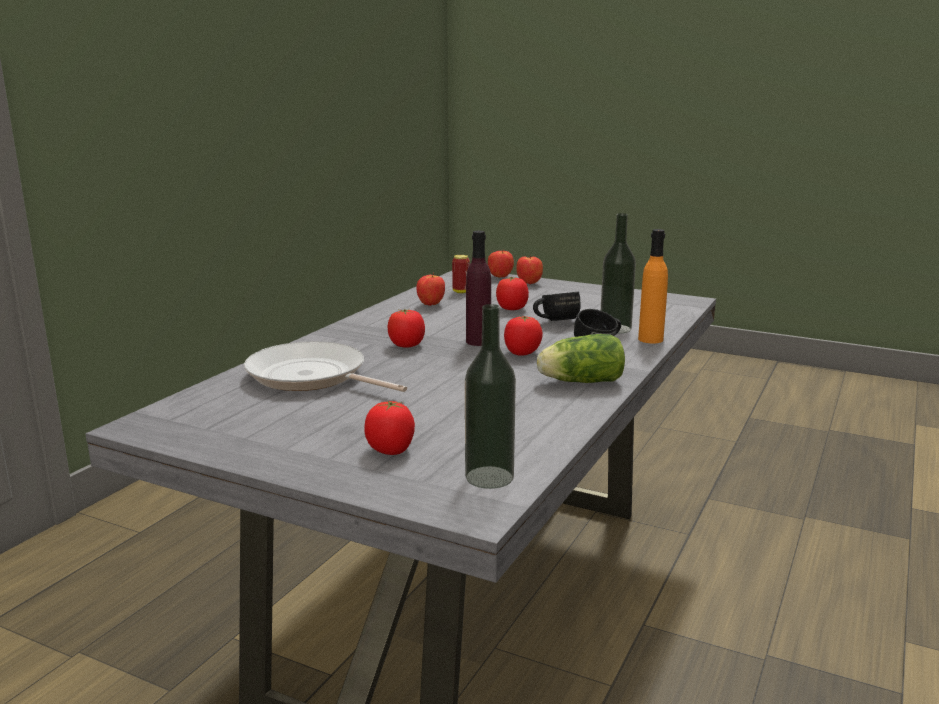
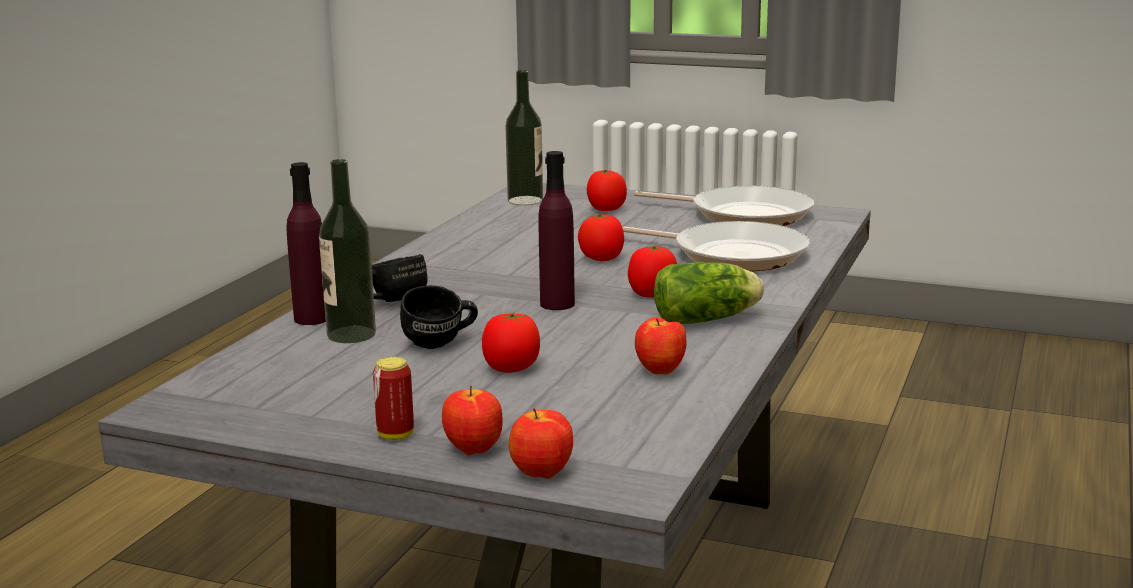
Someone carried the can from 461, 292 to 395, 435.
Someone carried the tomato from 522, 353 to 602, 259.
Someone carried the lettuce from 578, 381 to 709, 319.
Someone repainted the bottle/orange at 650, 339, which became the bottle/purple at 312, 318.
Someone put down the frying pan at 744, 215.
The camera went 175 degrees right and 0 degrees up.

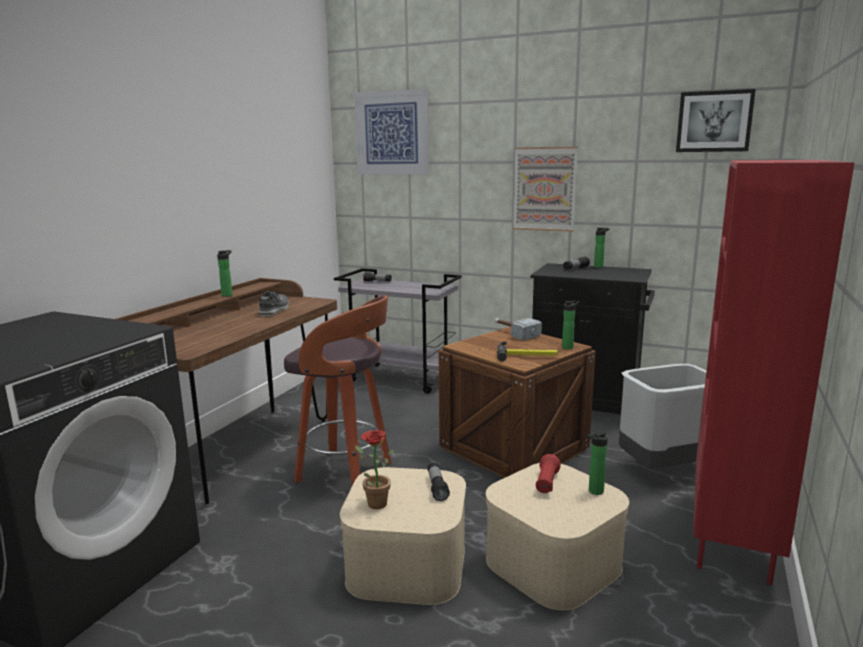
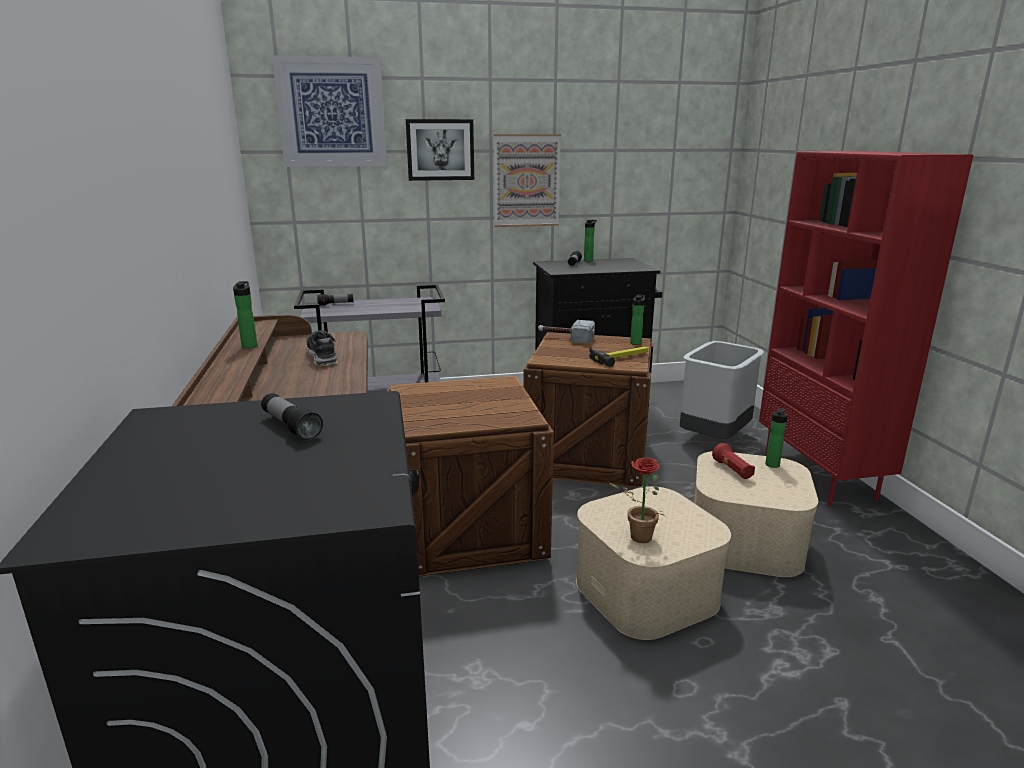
Someone swapped the stool at 346, 473 for the crate at 467, 530.
Someone carried the flashlight from 437, 487 to 291, 427.
Someone carried the picture from 714, 121 to 440, 150.
The camera went 35 degrees left and 5 degrees up.

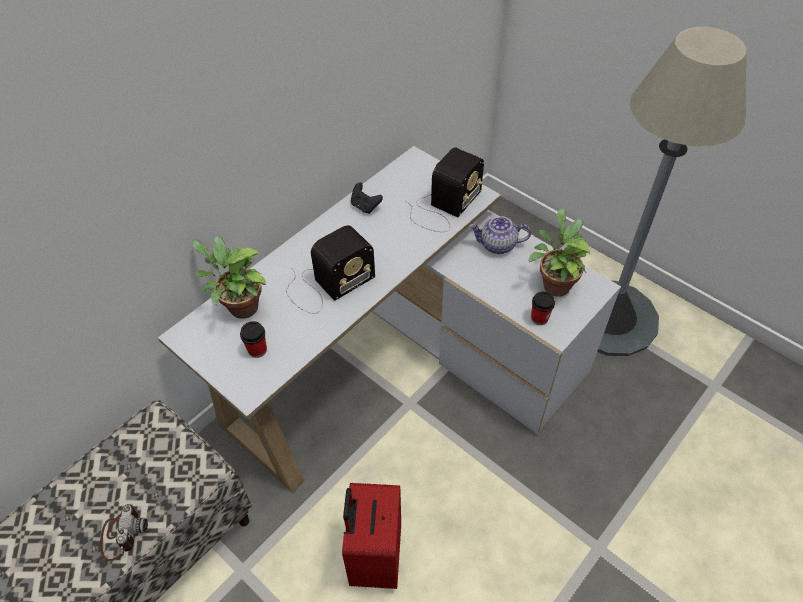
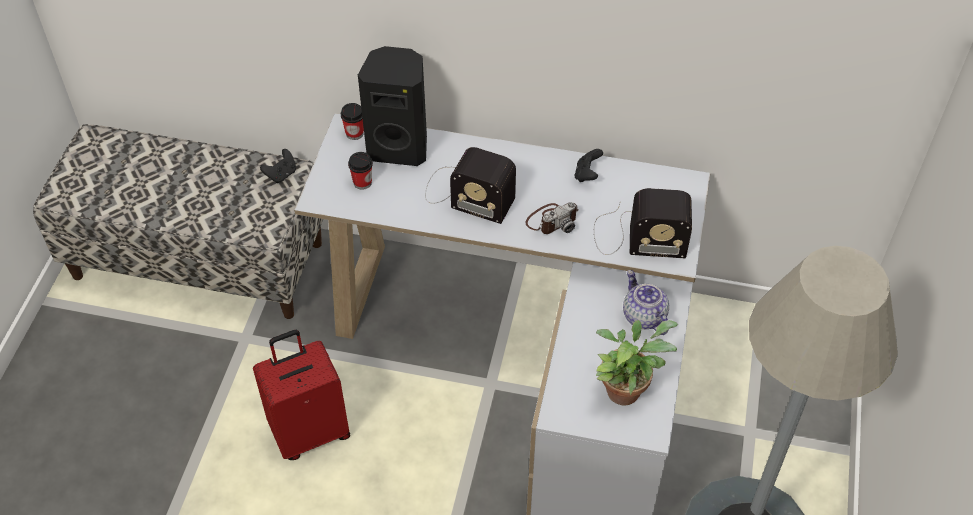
Someone carried the photo camera from 122, 534 to 552, 220.
Someone swapped the potted plant at 239, 307 for the speaker/black at 399, 147.
Someone carried the cup from 539, 318 to 354, 133.
Someone put down the game controller/black at 281, 174.
The camera went 60 degrees right and 0 degrees up.

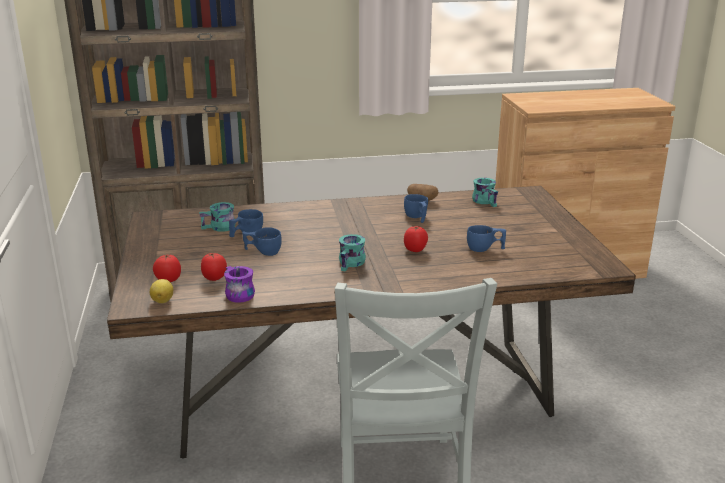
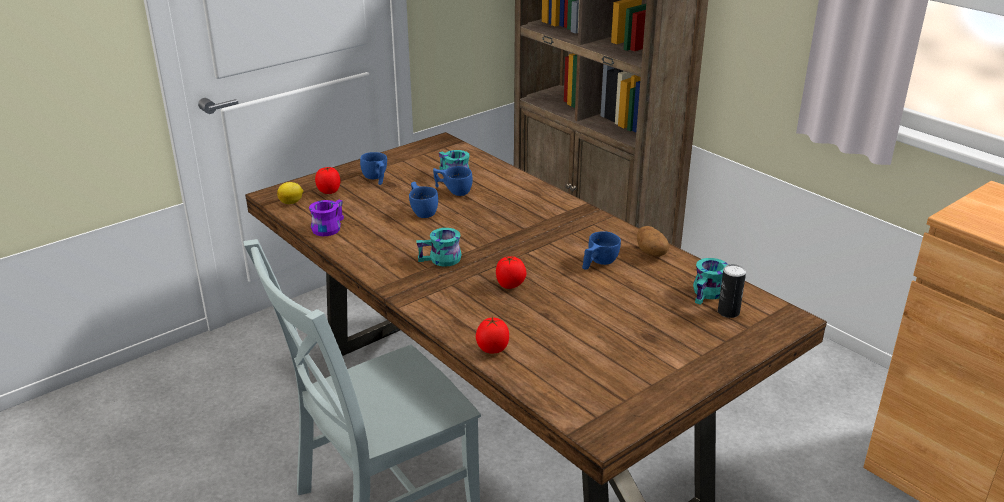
Someone carried the tomato from 214, 279 to 492, 350.
Someone carried the cup/blue from 485, 249 to 376, 179.
Someone put down the can at 728, 312.
The camera went 60 degrees right and 5 degrees up.

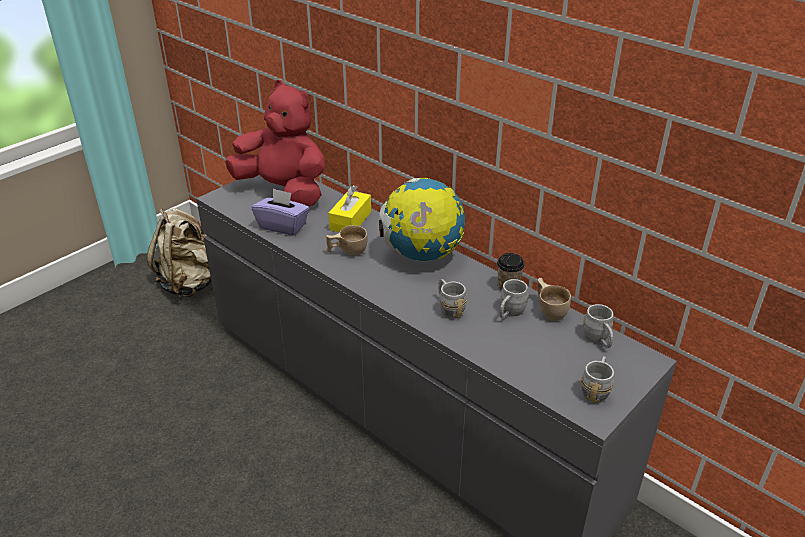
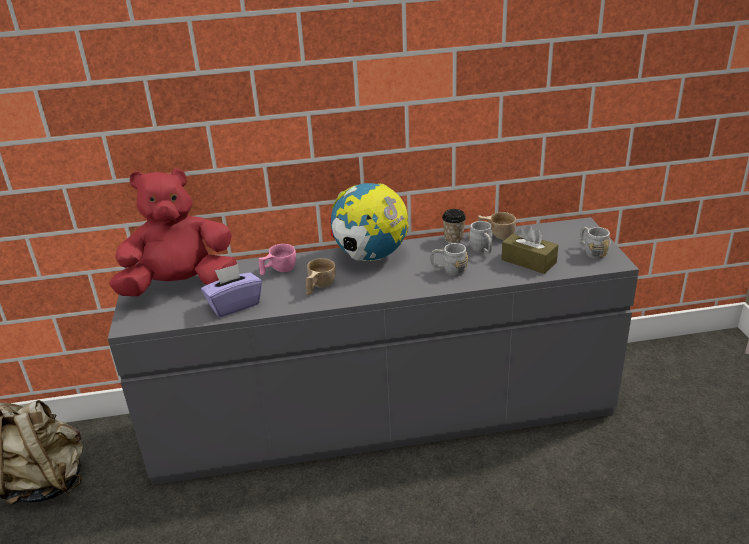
Someone swapped the tissue box/yellow at 350, 221 for the cup/pink at 278, 270.
Someone took away the mug/grey at 598, 340.
Someone put down the tissue box/brown at 528, 261.
The camera went 50 degrees left and 5 degrees down.

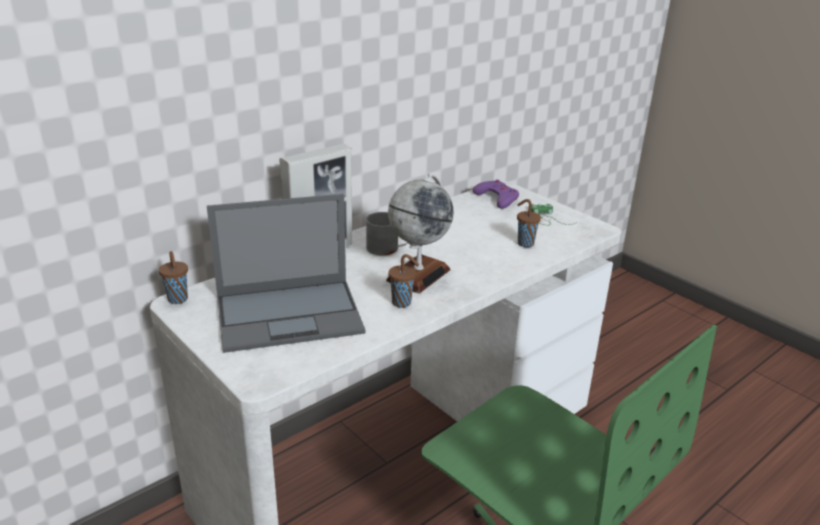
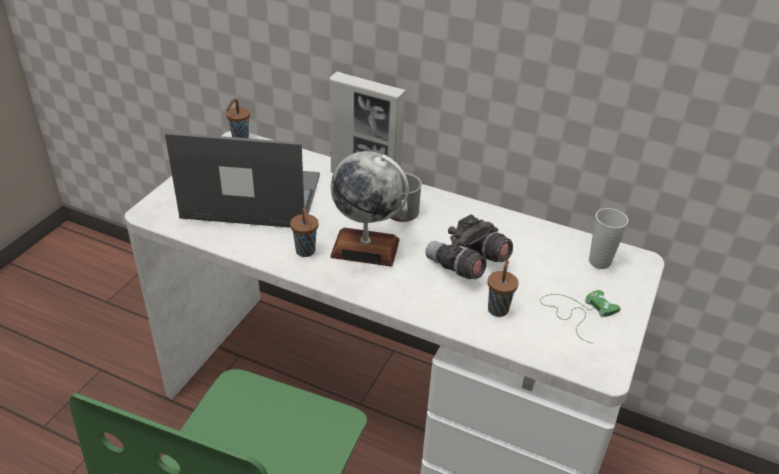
Someone rotated the laptop at 290, 314 by 135 degrees clockwise.
Someone swapped the game controller/purple at 497, 198 for the cup at 599, 262.
Someone put down the binoculars/grey at 466, 265.
The camera went 65 degrees right and 10 degrees up.

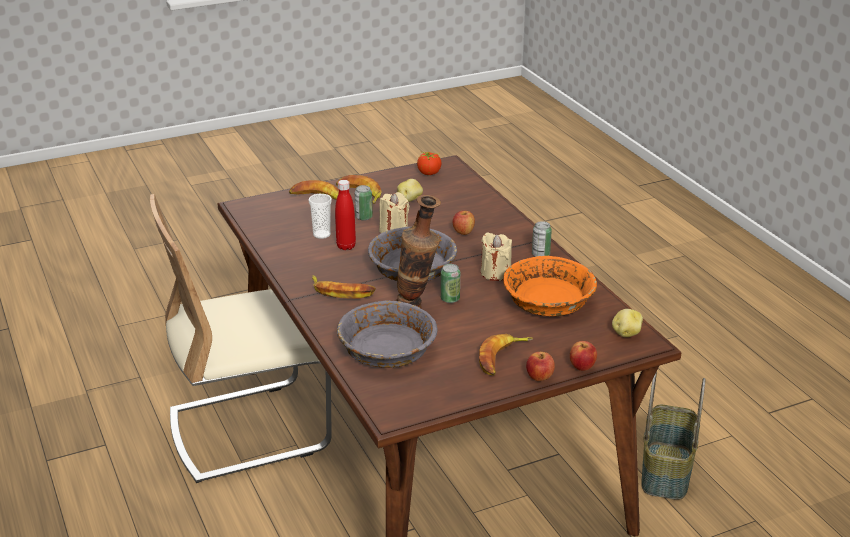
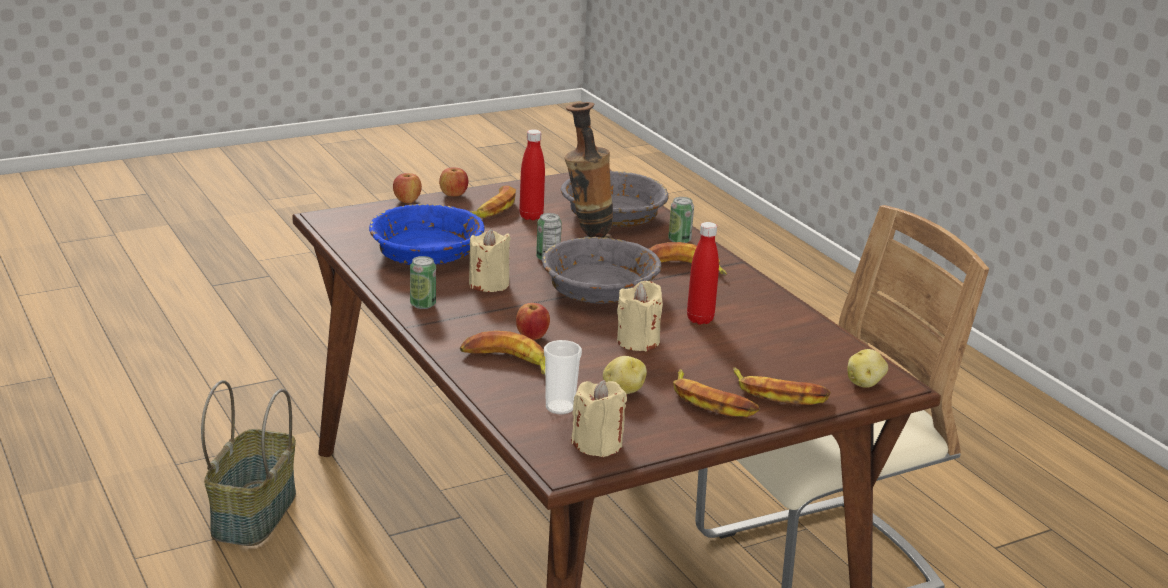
Someone carried the cup from 321, 234 to 560, 407.
Someone carried the can from 364, 217 to 679, 240.
Someone swapped the tomato at 429, 173 for the candle/beige at 597, 444.
Someone repainted the bowl/orange at 548, 301, which became the bowl/blue at 426, 254.
Someone carried the potato from 626, 333 to 865, 383.
Someone put down the banana at 506, 362.
Someone put down the bottle/red at 531, 216.
The camera went 175 degrees right and 5 degrees down.

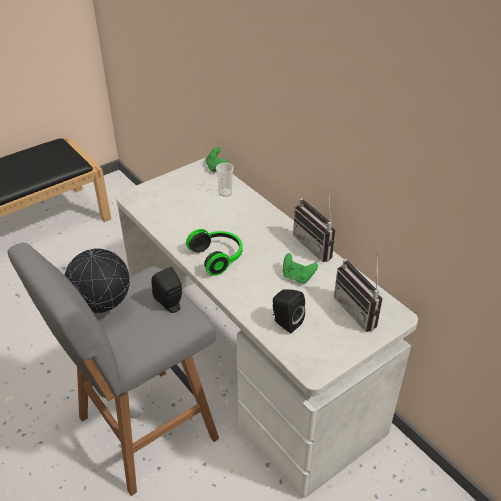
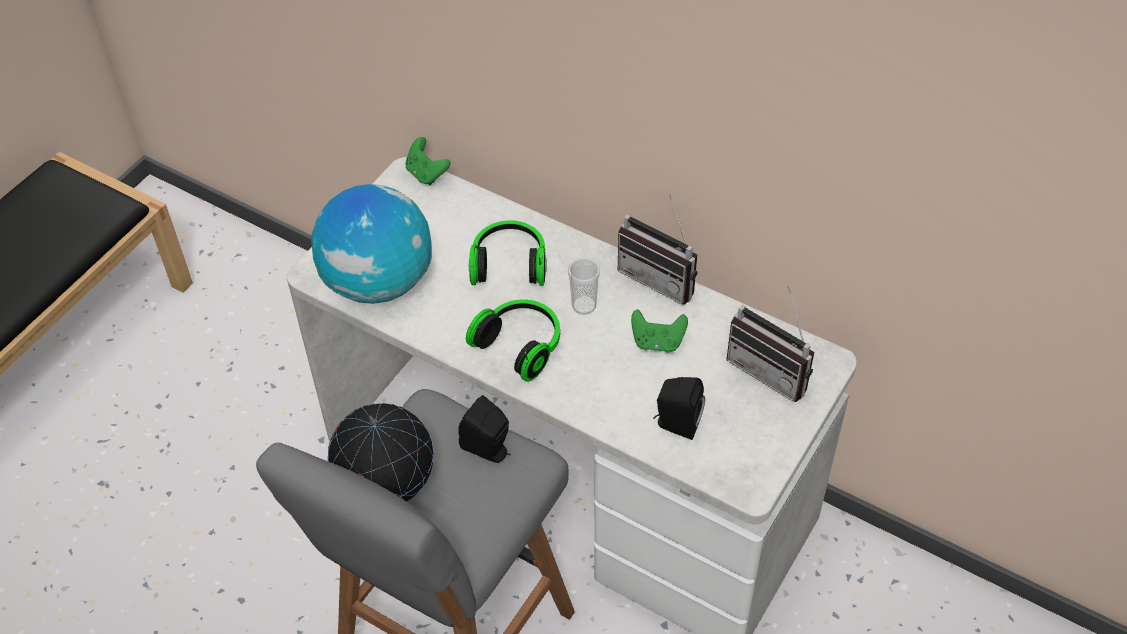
Someone carried the cup from 225, 192 to 584, 305.
Someone put down the globe at 379, 282.
Someone put down the headphones at 509, 264.
The camera went 20 degrees left and 10 degrees up.

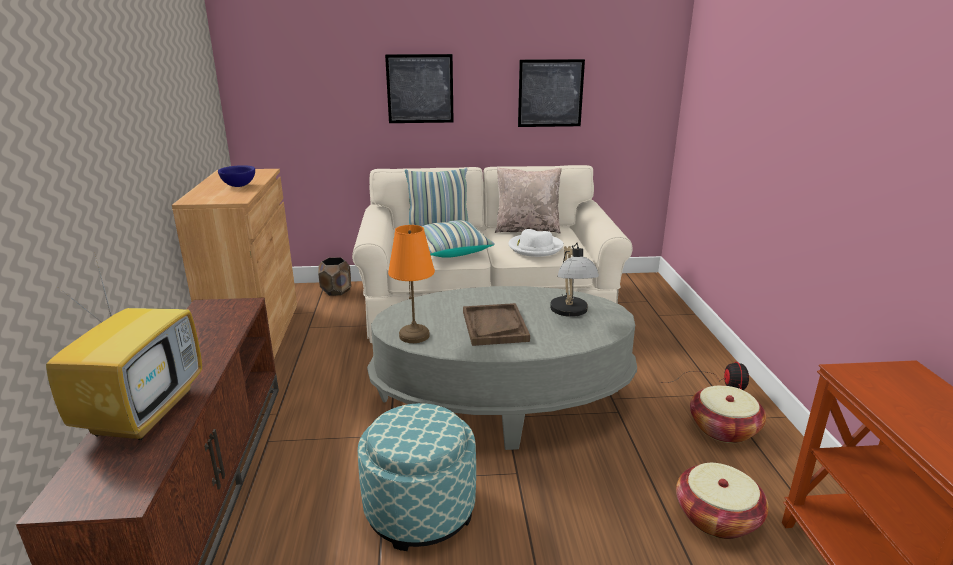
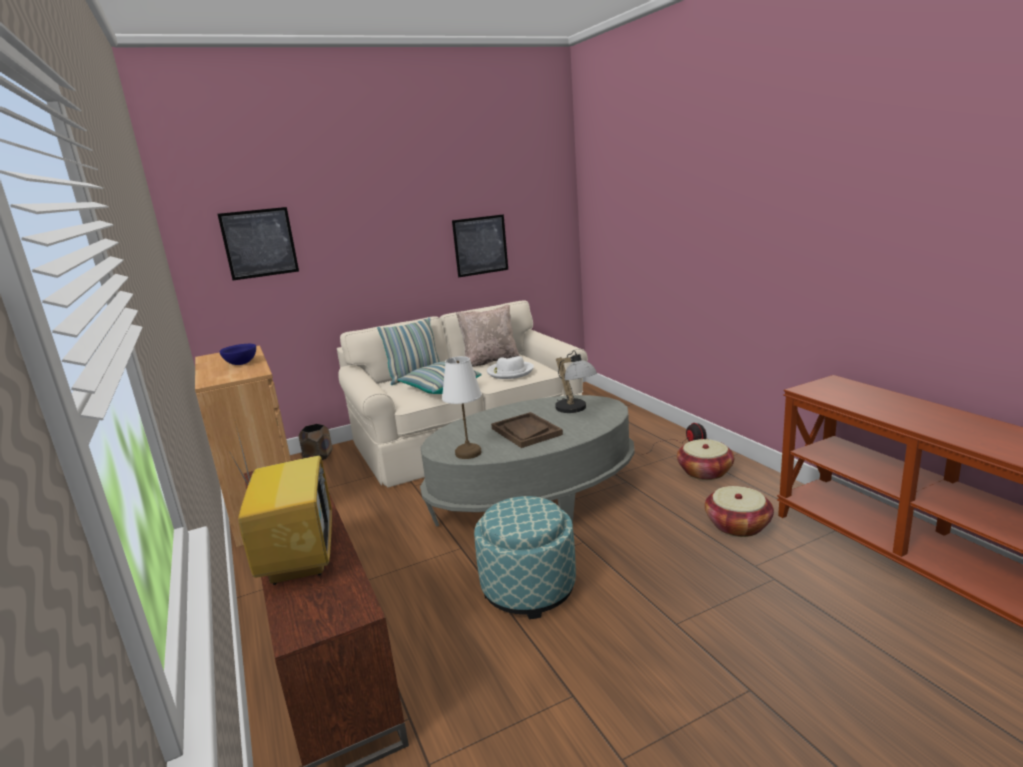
Someone carried the picture from 420, 89 to 259, 243.
Someone repainted the table lamp/orange at 414, 335, which became the table lamp/white at 468, 453.
The camera went 20 degrees left and 5 degrees down.

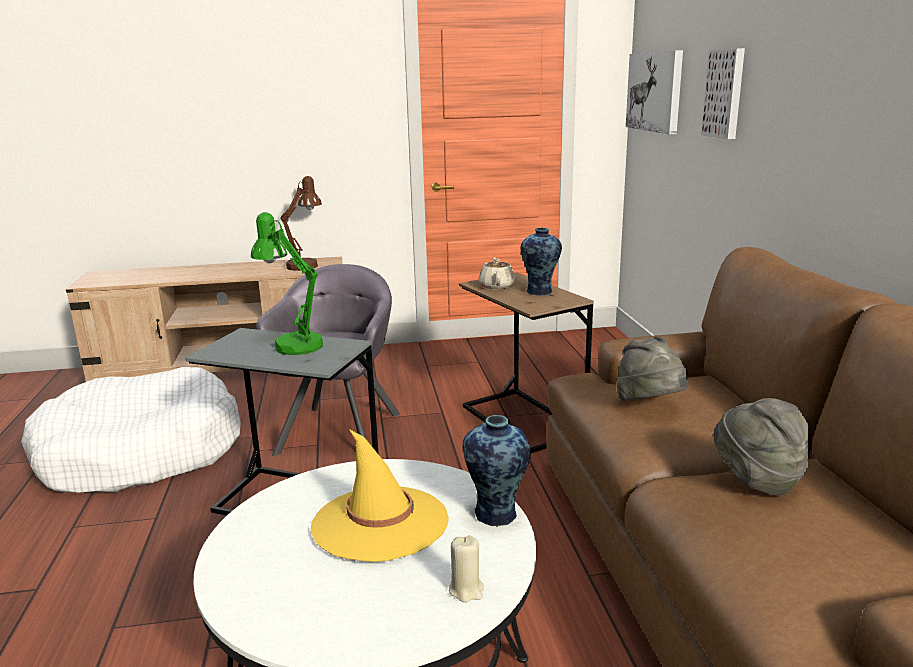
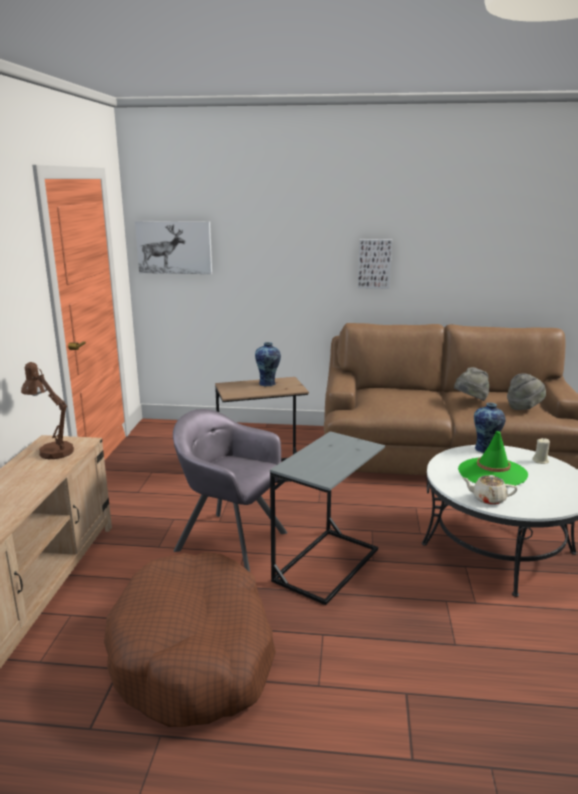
Someone repainted the dog bed/white at 140, 452, which became the dog bed/brown at 194, 654.
Someone took away the table lamp/green at 292, 344.
Someone repainted the hat/yellow at 380, 523, which became the hat/green at 492, 473.
Someone carried the teapot/beige from 496, 286 to 488, 499.
Someone carried the hat/grey from 650, 405 to 524, 407.
Someone carried the picture from 725, 93 to 374, 263.
The camera went 75 degrees left and 0 degrees up.

